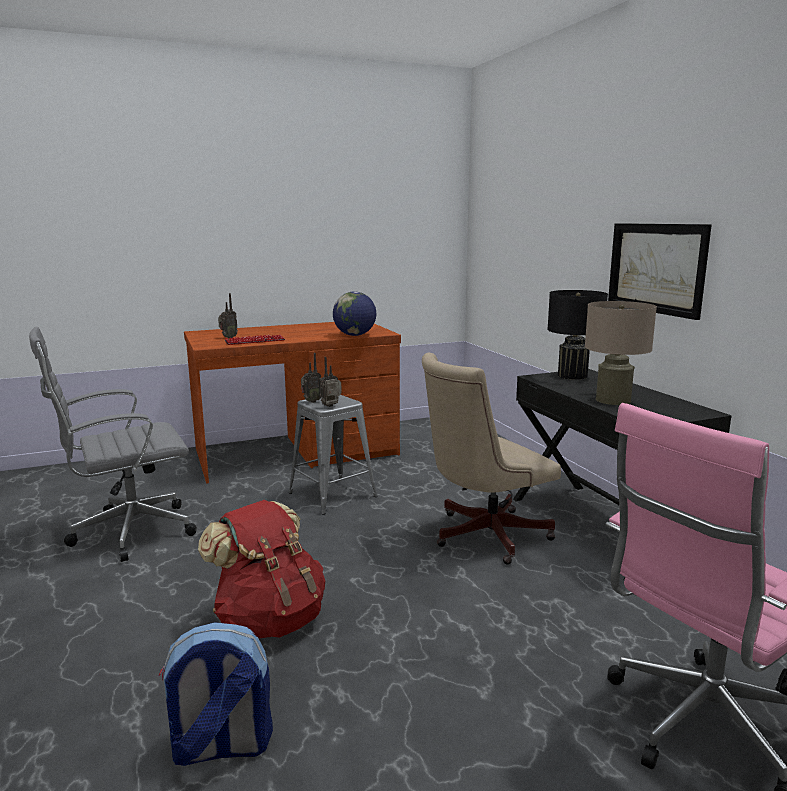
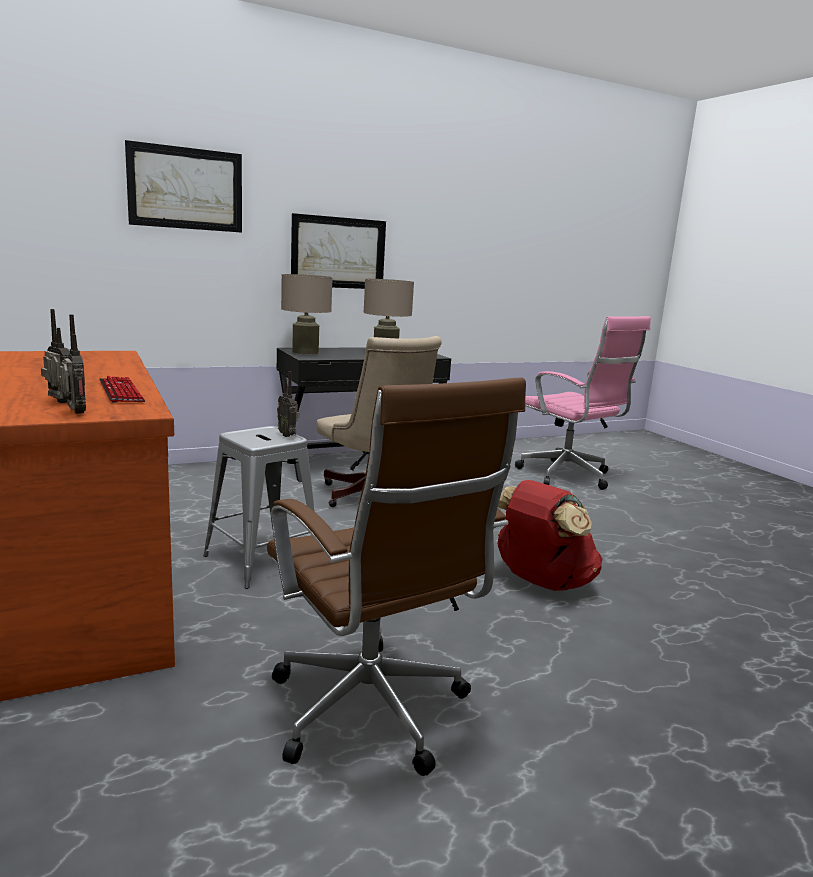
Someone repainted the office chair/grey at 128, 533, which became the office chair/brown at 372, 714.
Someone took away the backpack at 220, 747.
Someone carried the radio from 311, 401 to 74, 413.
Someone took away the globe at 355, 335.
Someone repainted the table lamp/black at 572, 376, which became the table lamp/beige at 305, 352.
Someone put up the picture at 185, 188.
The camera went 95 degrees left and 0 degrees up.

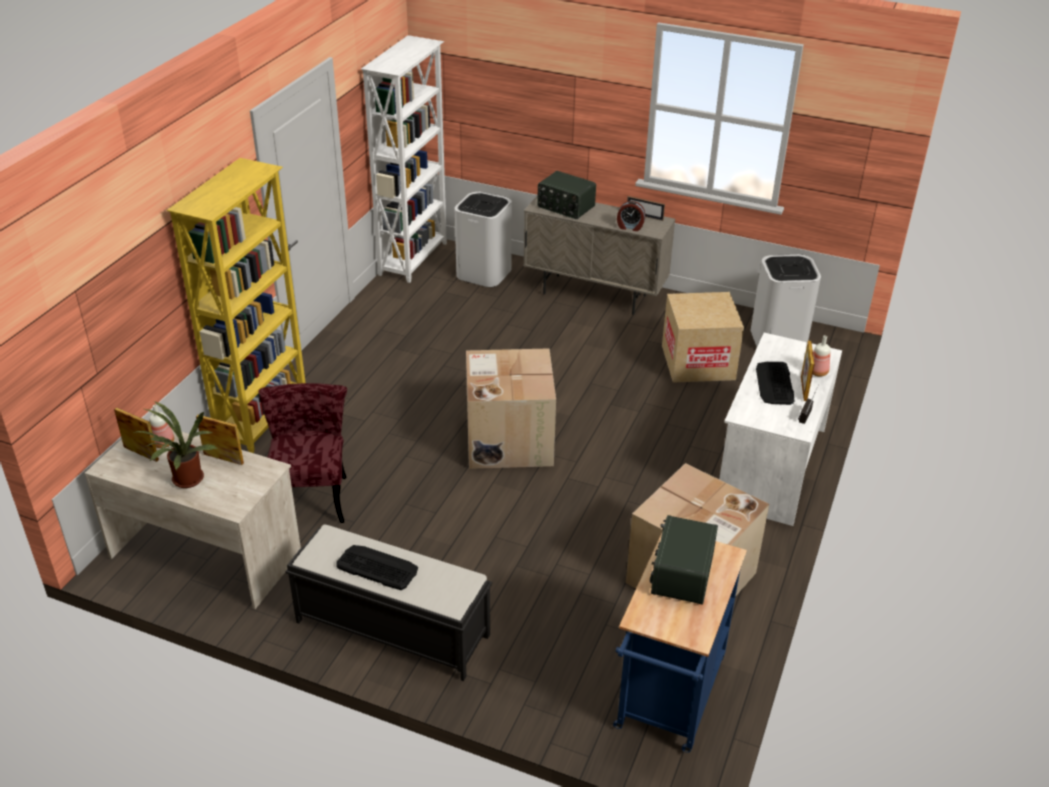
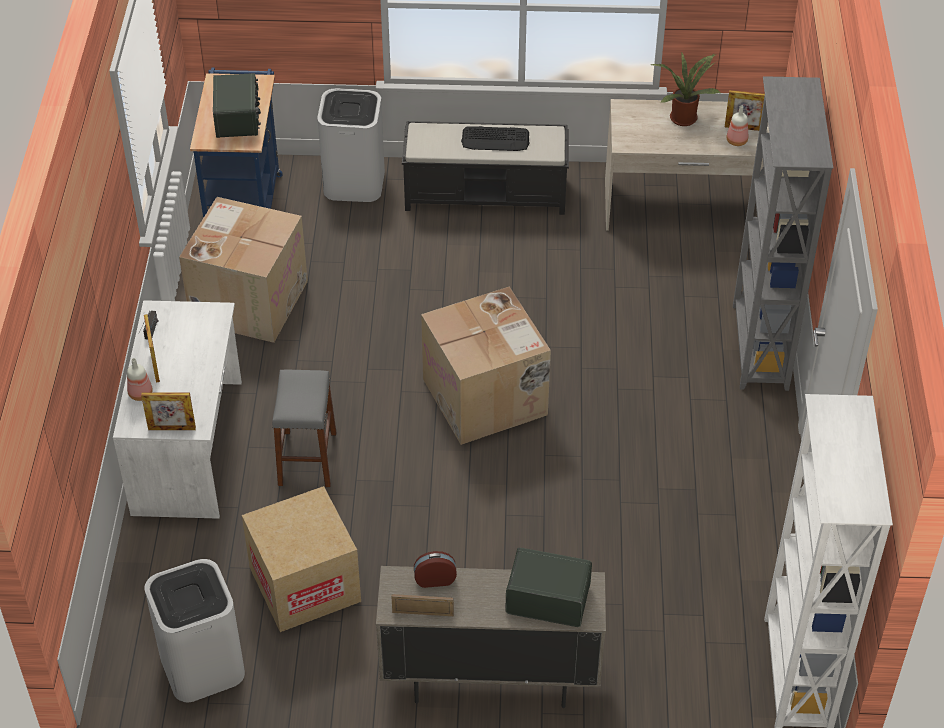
Someone repainted the bookcase/yellow at 264, 418, which became the bookcase/grey at 758, 348.
Someone carried the picture frame from 223, 458 to 172, 428.
Someone took away the chair/red at 311, 493.
Someone carried the trash can/white from 484, 273 to 353, 183.
Someone took away the keyboard at 774, 383.
Someone put down the stool/grey at 307, 459.
The camera went 160 degrees right and 10 degrees up.

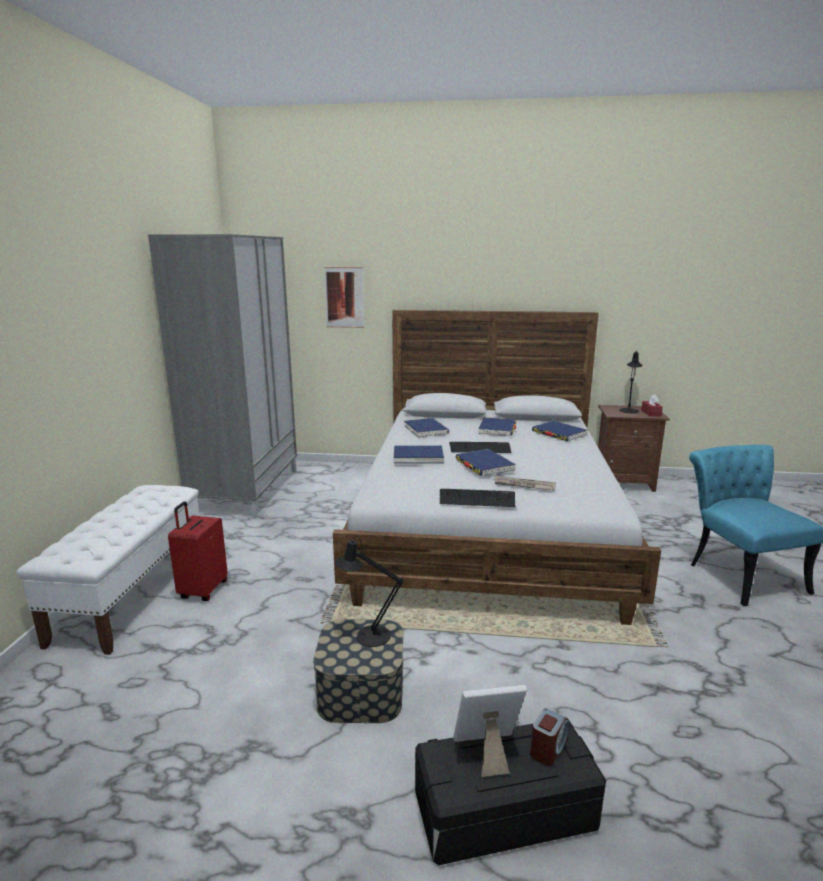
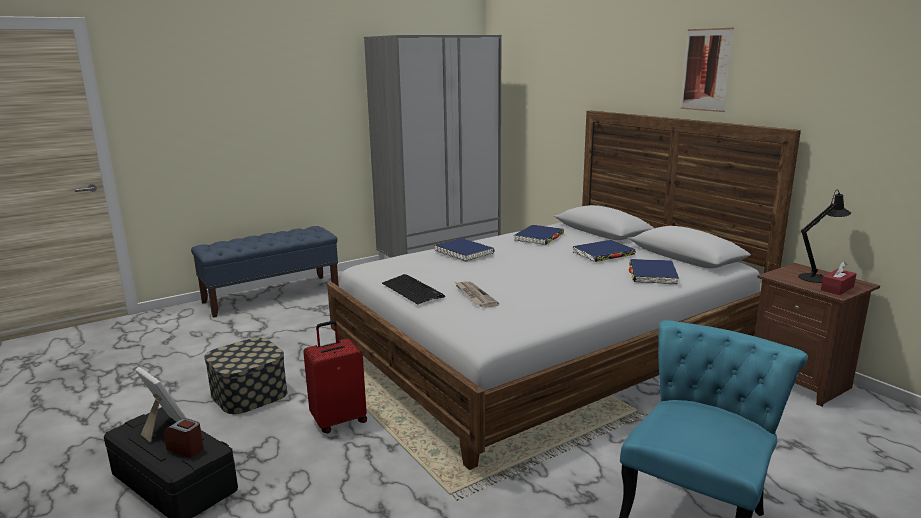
Someone repainted the bench/white at 132, 594, which became the bench/blue at 272, 295.
Someone carried the suitcase/red from 202, 590 to 339, 420.
Someone carried the picture from 344, 297 to 706, 70.
Someone took away the table lamp/black at 368, 635.
Someone took away the keyboard at 480, 448.
Someone took away the book/blue at 484, 465.
Someone rotated the alarm clock at 548, 748 by 150 degrees counterclockwise.
The camera went 50 degrees right and 0 degrees up.

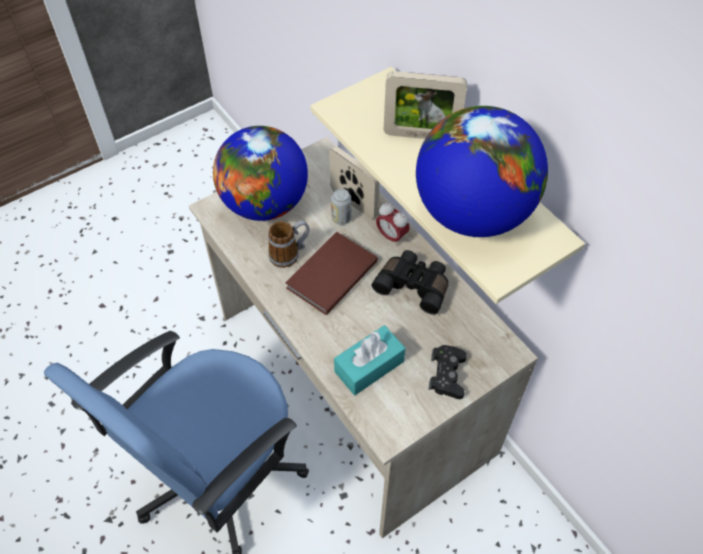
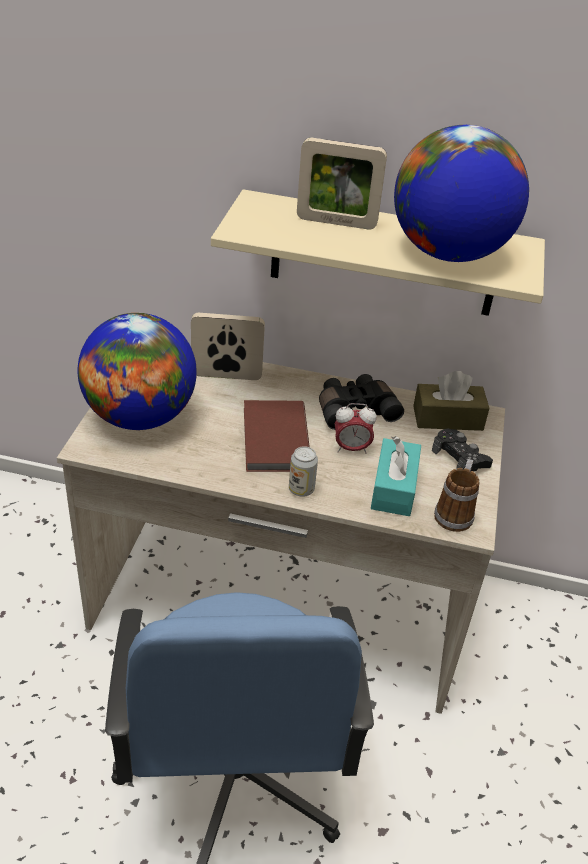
Someone carried the mug from 290, 253 to 455, 512.
Someone carried the can from 341, 218 to 301, 489.
Someone carried the alarm clock from 391, 236 to 351, 448.
Someone rotated the picture frame at 421, 135 by 45 degrees clockwise.
Someone put down the tissue box/brown at 447, 418.
The camera went 45 degrees left and 15 degrees down.

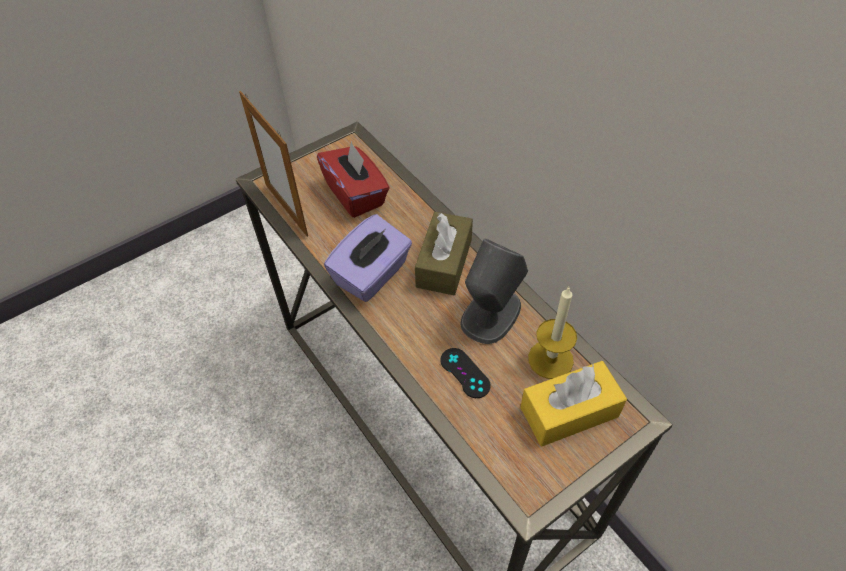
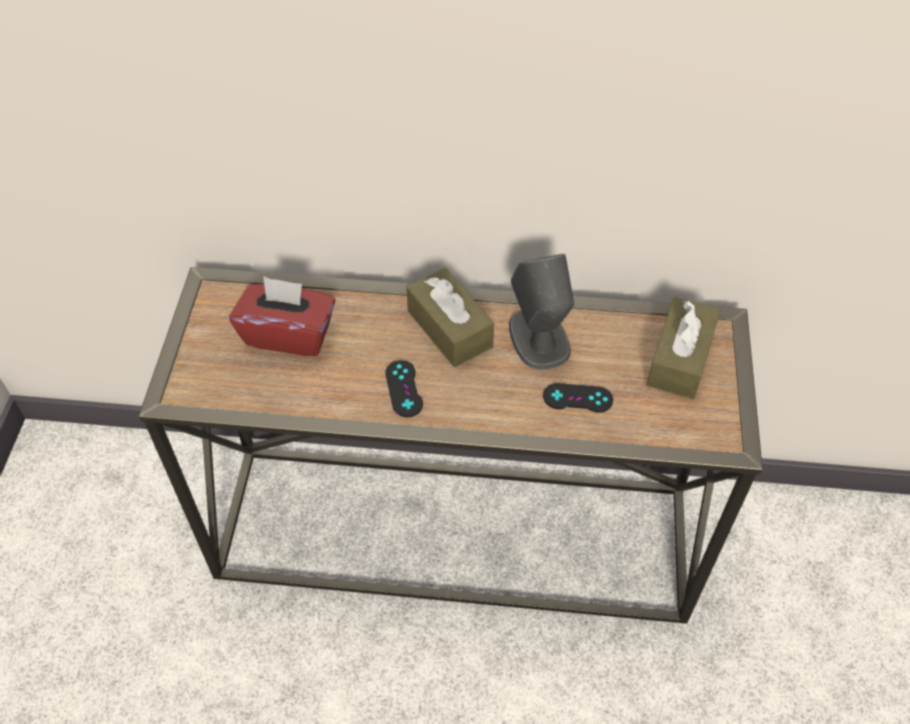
Someone took away the picture frame at 286, 209.
Someone swapped the tissue box/purple at 372, 275 for the game controller/black at 404, 388.
Someone repainted the tissue box/yellow at 569, 412, which became the tissue box/brown at 680, 359.
Someone took away the candle at 550, 359.
The camera went 50 degrees left and 0 degrees up.

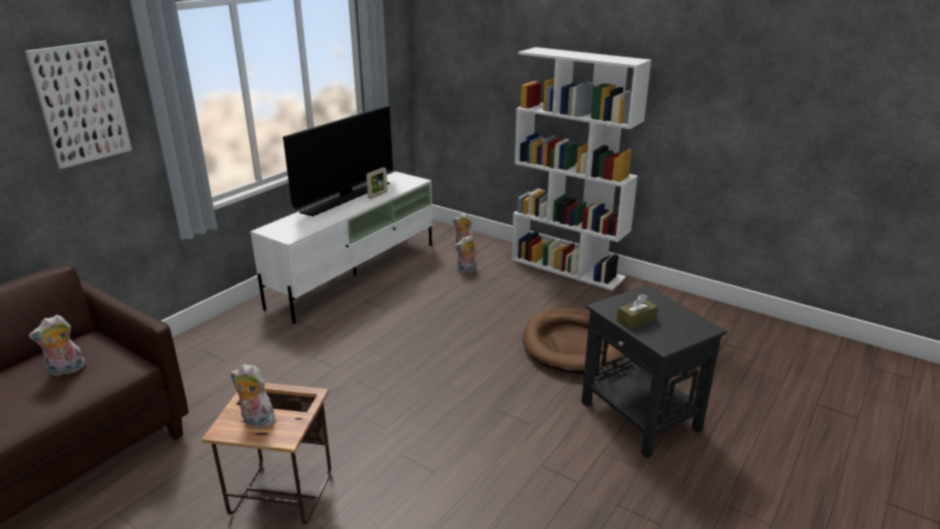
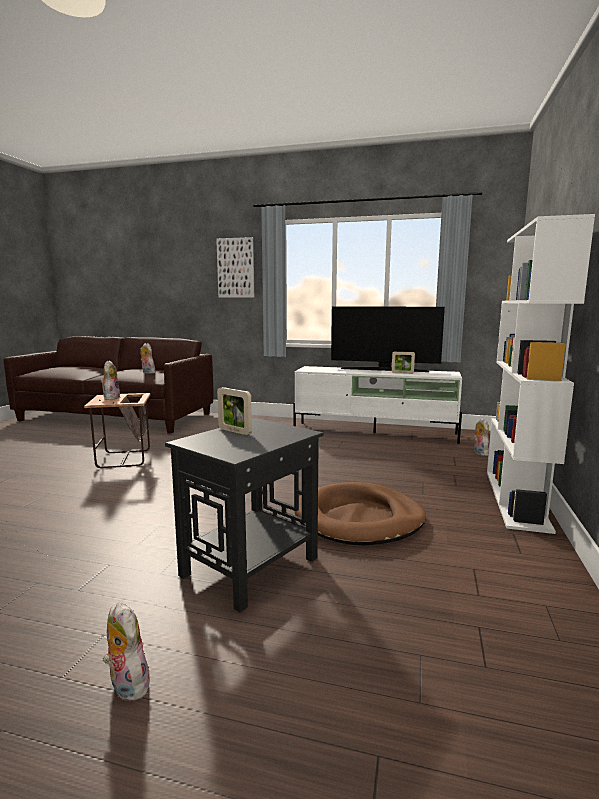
Someone carried the plush toy from 466, 270 to 126, 685.
Someone swapped the tissue box/brown at 636, 320 for the picture frame at 234, 431.
The camera went 70 degrees right and 15 degrees down.

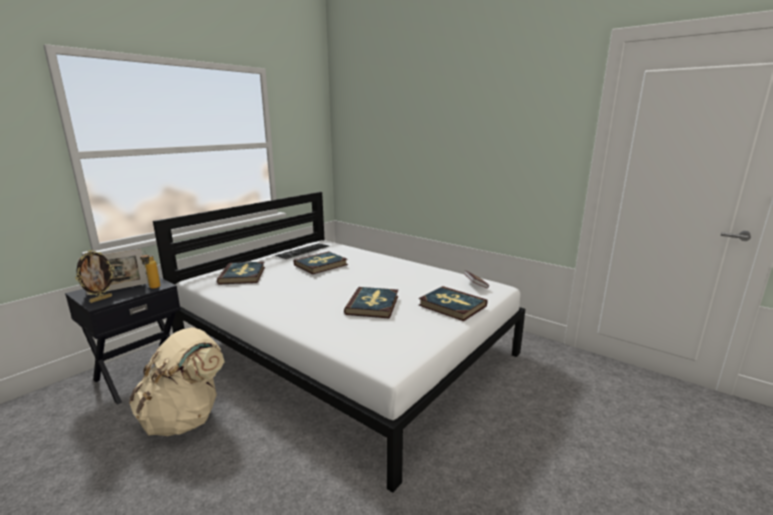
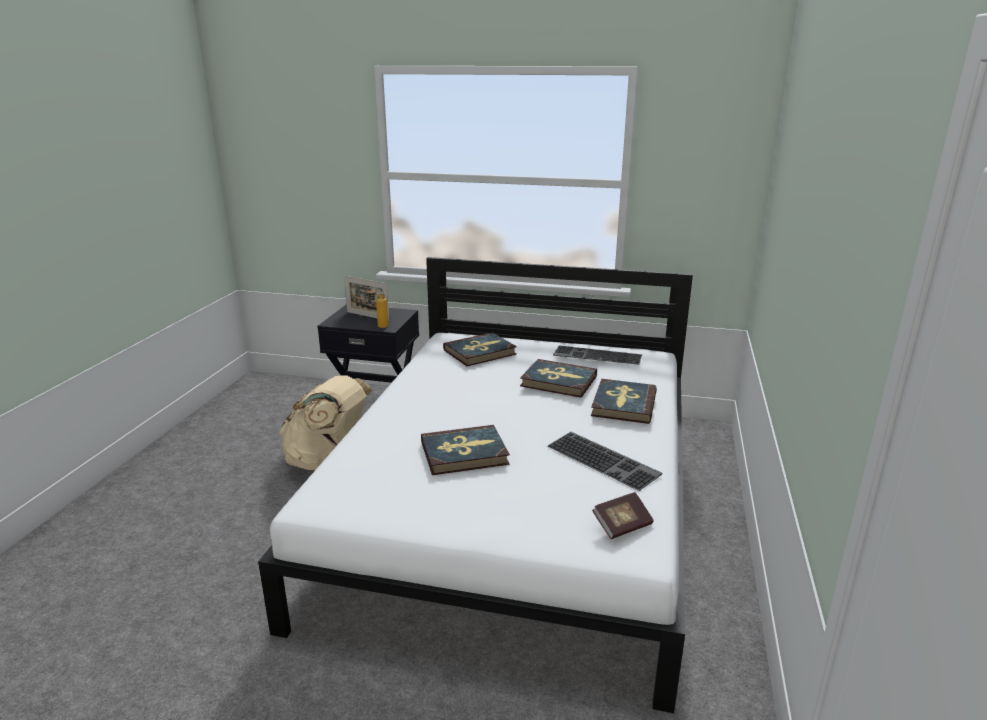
Someone took away the picture frame at 101, 299.
Someone carried the book from 452, 306 to 623, 404.
Someone put down the keyboard at 604, 460.
The camera went 65 degrees right and 5 degrees up.

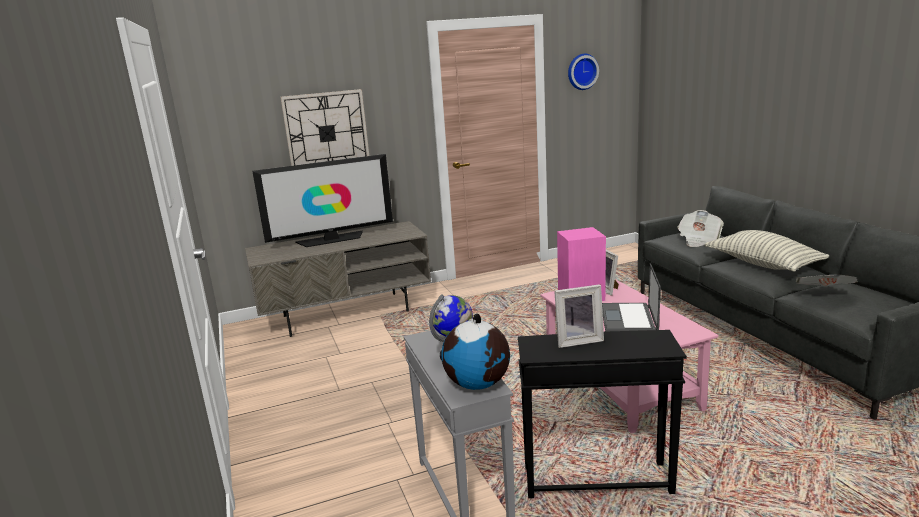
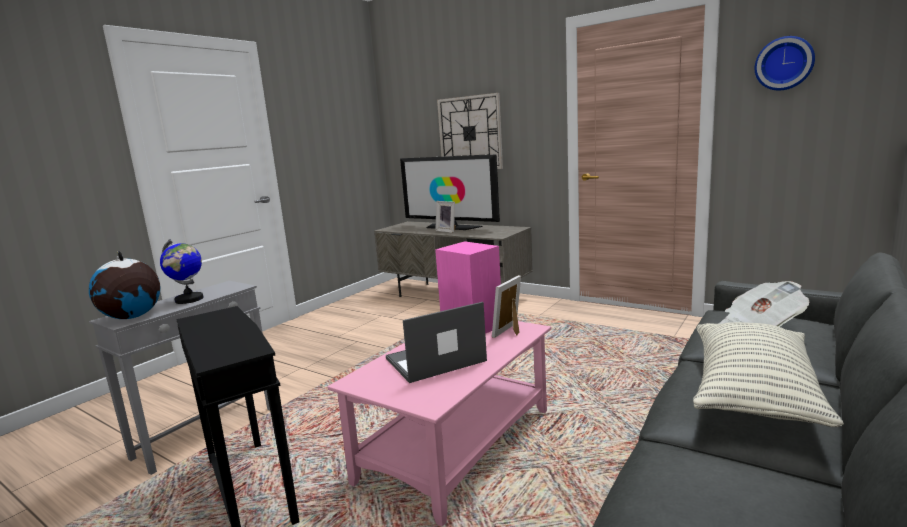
Someone carried the picture frame from 578, 340 to 447, 231.
Someone took away the newspaper at 823, 294.
The camera went 55 degrees right and 5 degrees down.

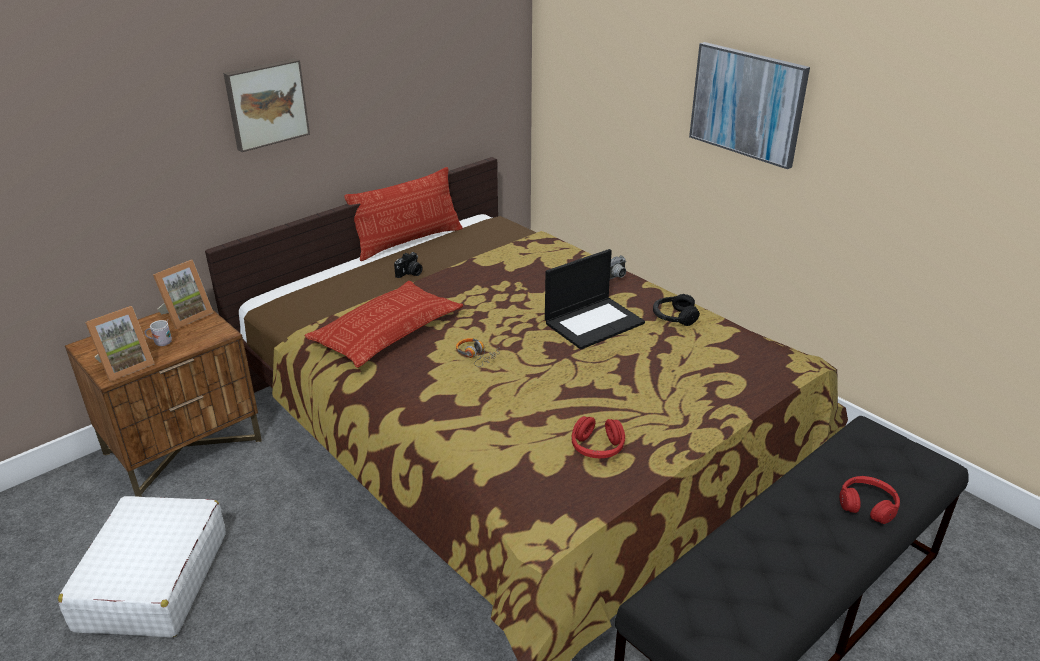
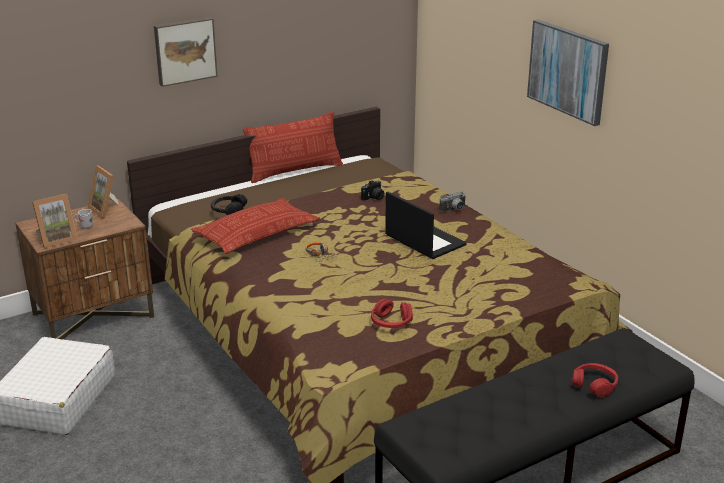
Someone rotated the picture frame at 186, 316 by 90 degrees clockwise.
Someone carried the photo camera from 410, 273 to 374, 198.
Someone rotated the laptop at 594, 322 by 105 degrees counterclockwise.
Someone carried the headphones/black from 674, 317 to 228, 211.
The camera went 10 degrees right and 5 degrees down.

